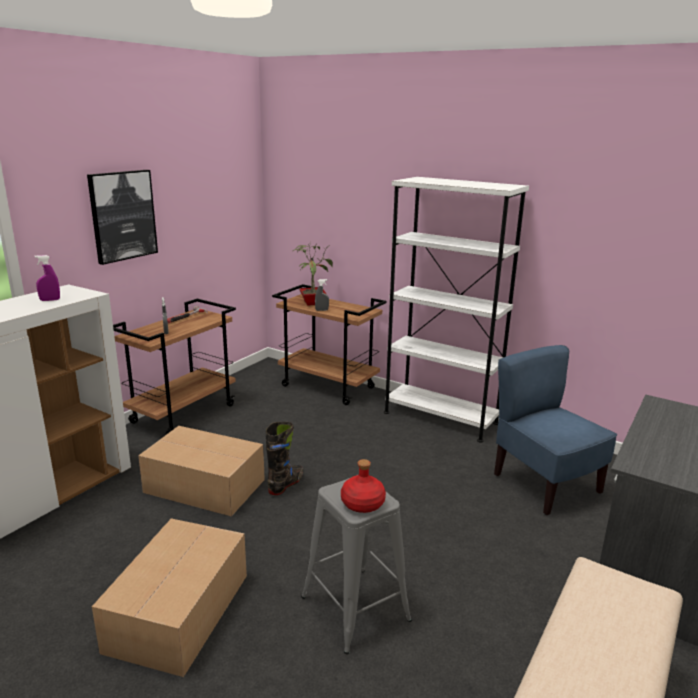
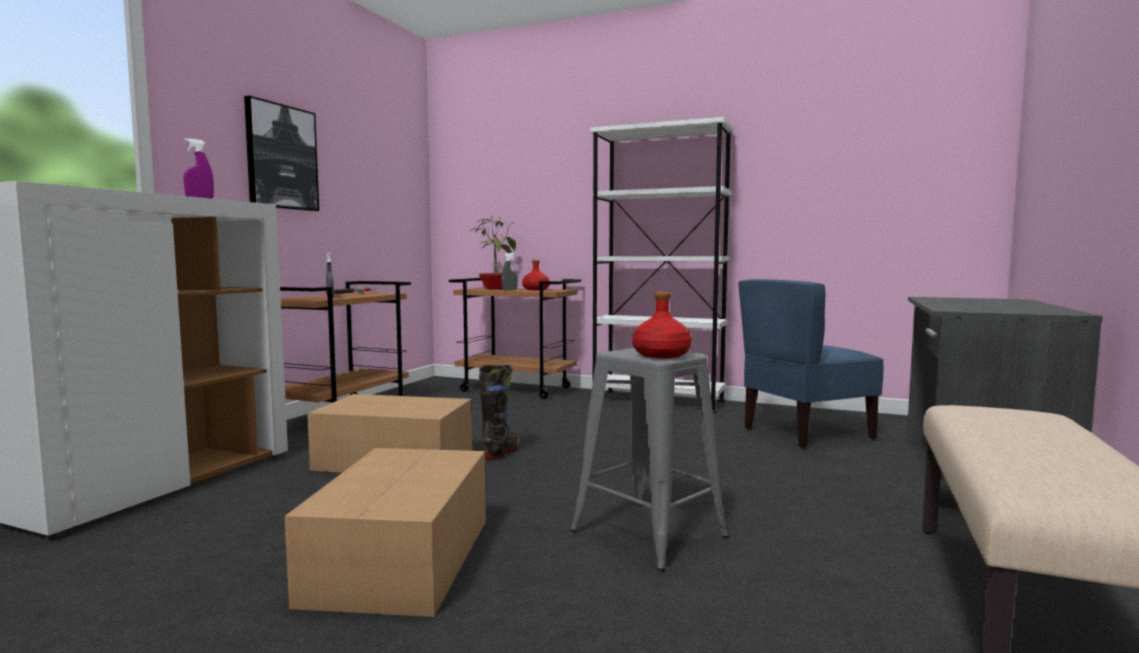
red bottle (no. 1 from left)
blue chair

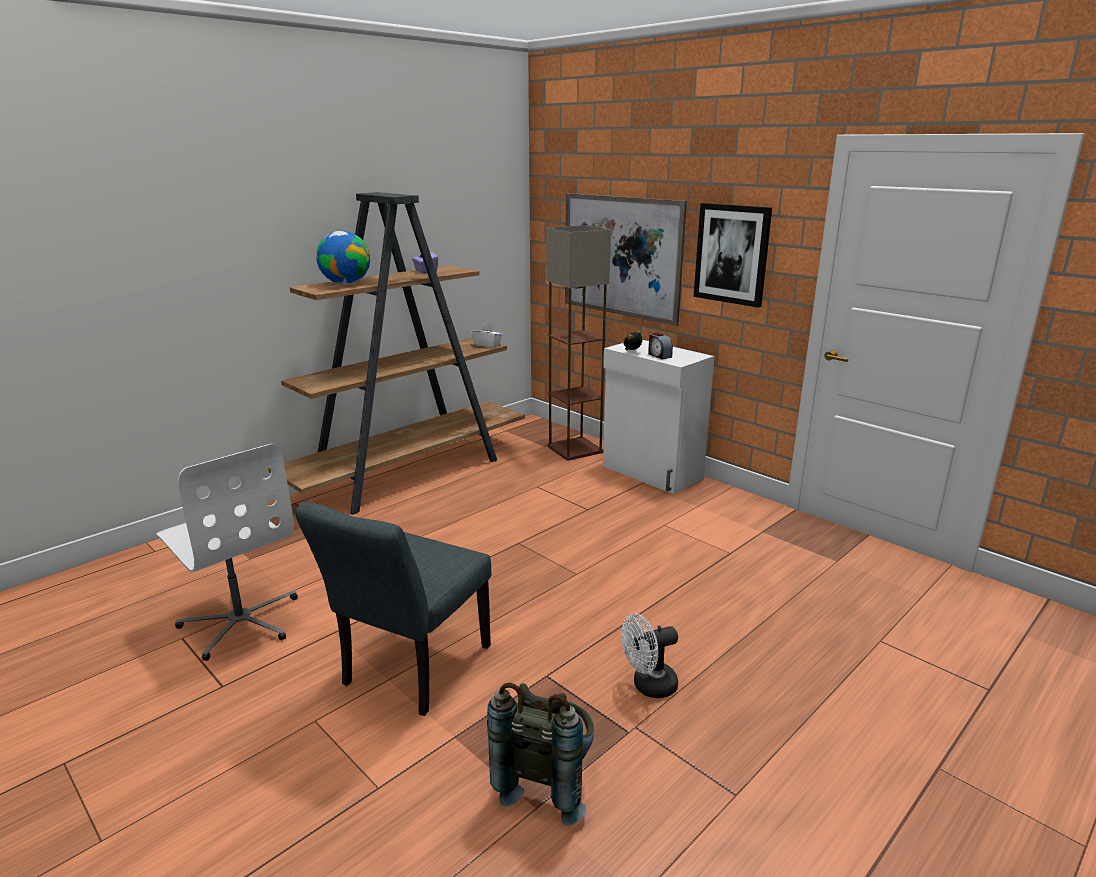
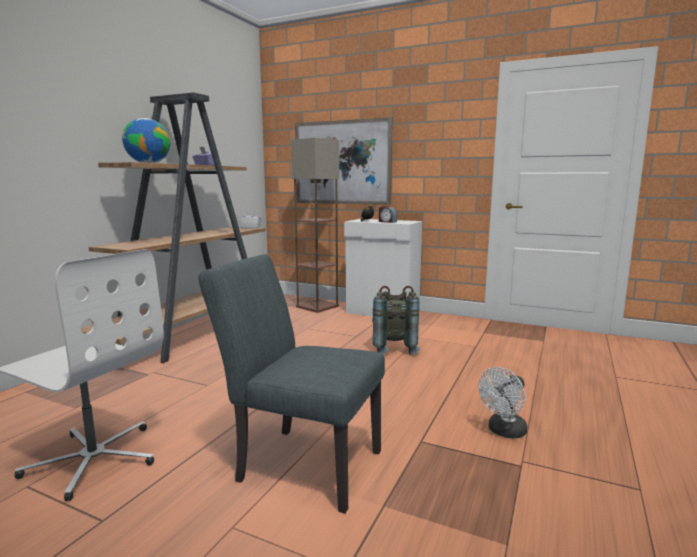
picture (no. 2 from left in the first image)
grey backpack
grey chair

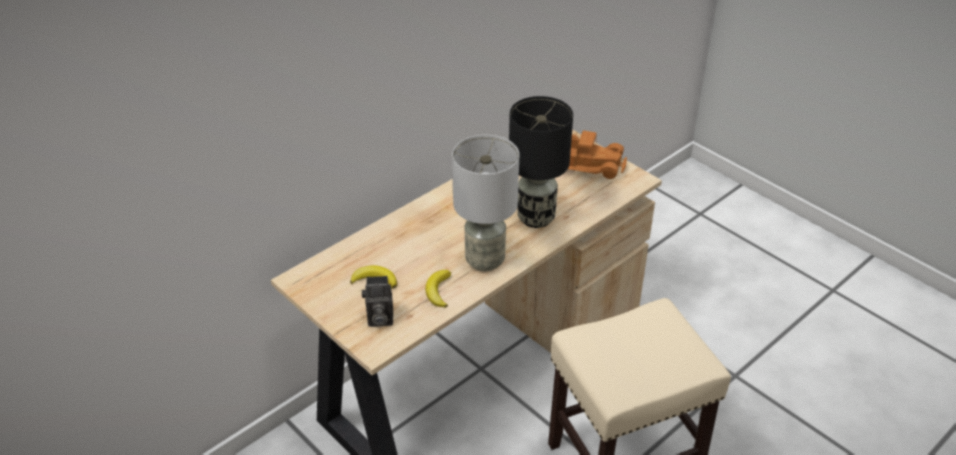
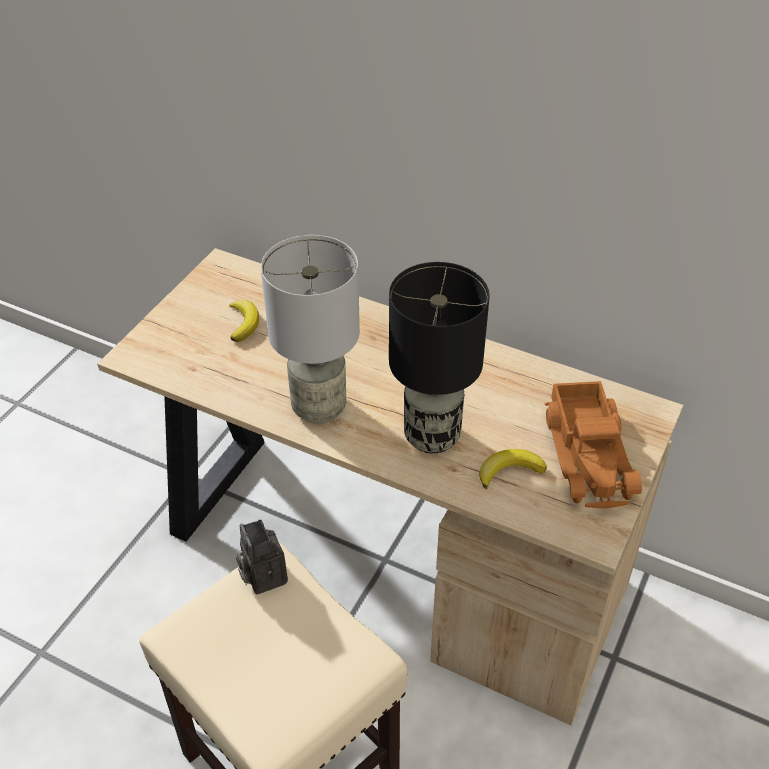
photo camera
banana (no. 2 from left)

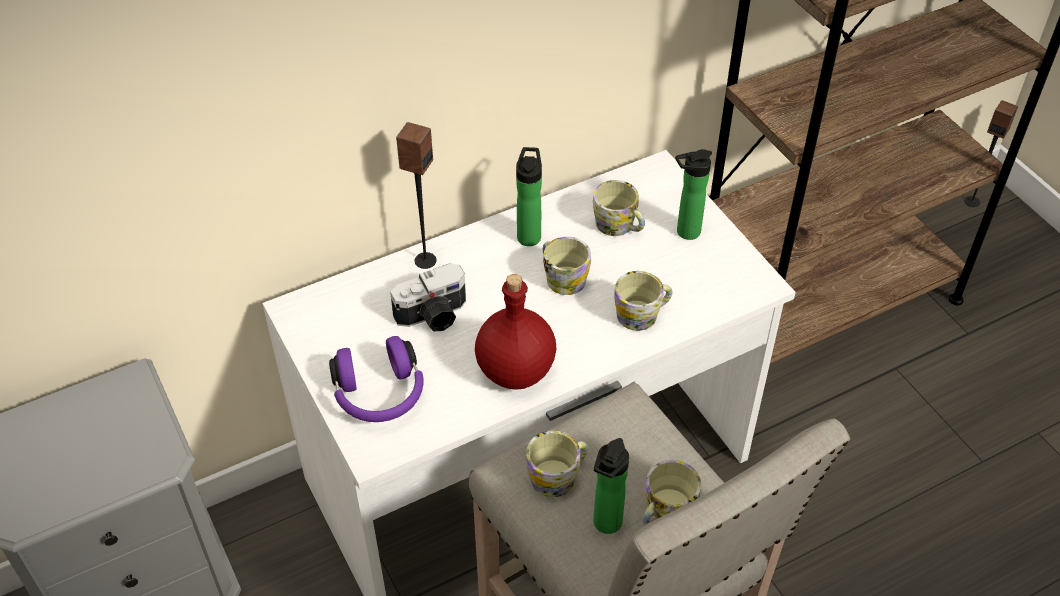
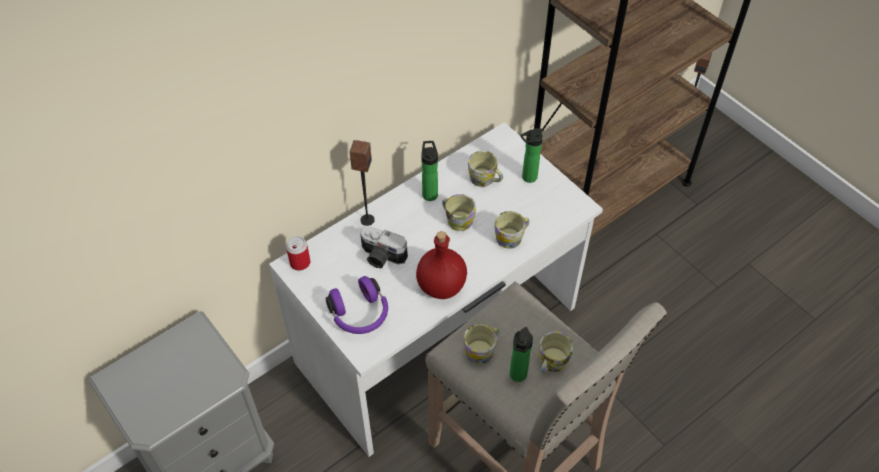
can
photo camera

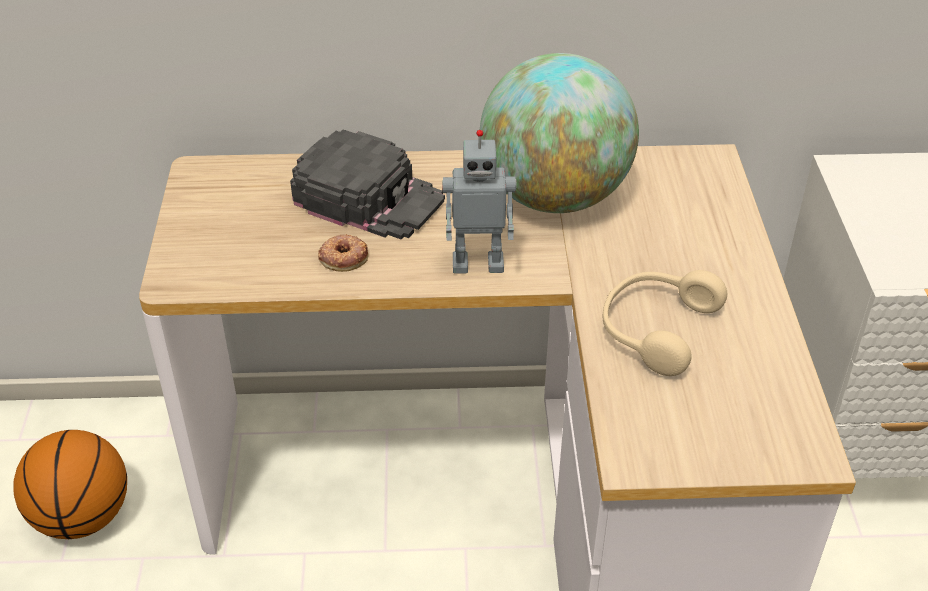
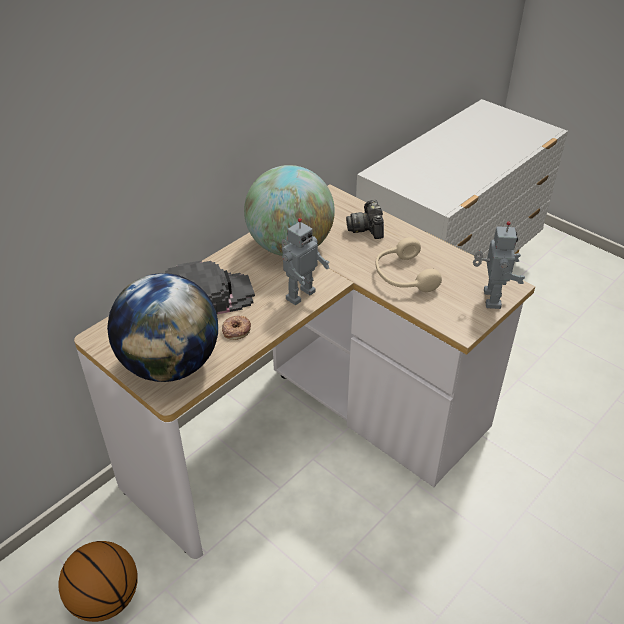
globe (no. 1 from left)
photo camera
toy robot (no. 2 from left)

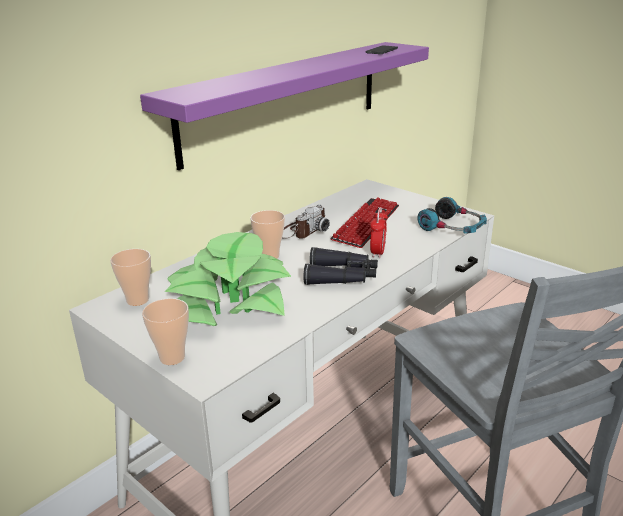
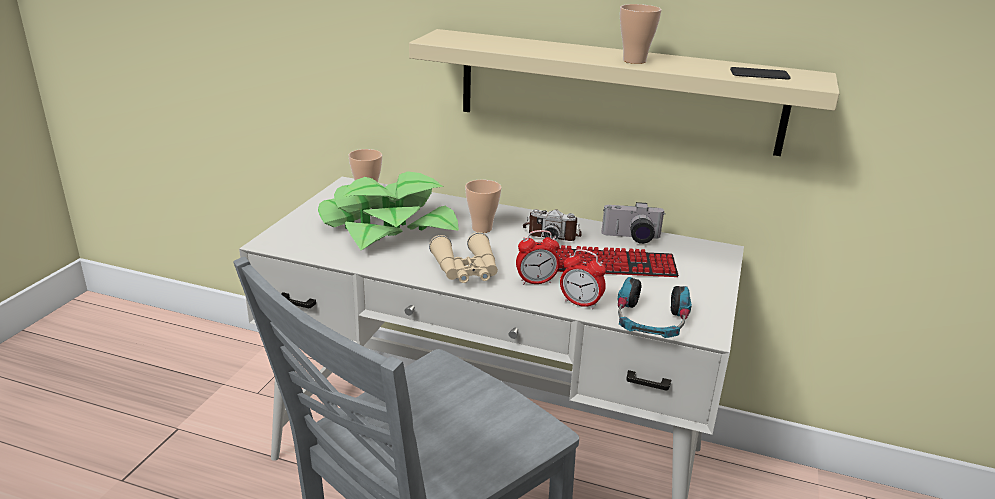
alarm clock (no. 2 from left)
photo camera (no. 2 from left)
cup (no. 3 from left)
beige shelf
beige binoculars

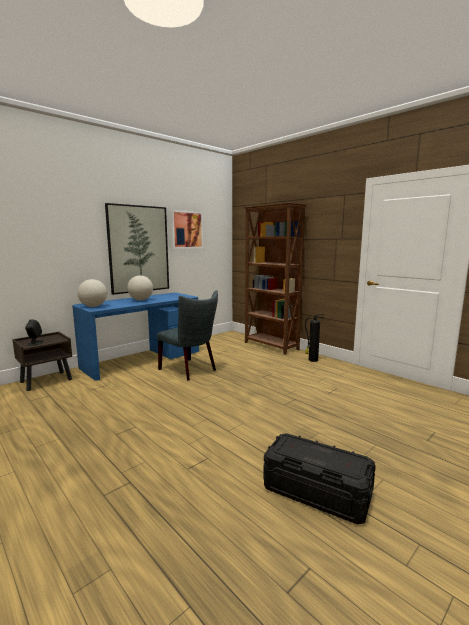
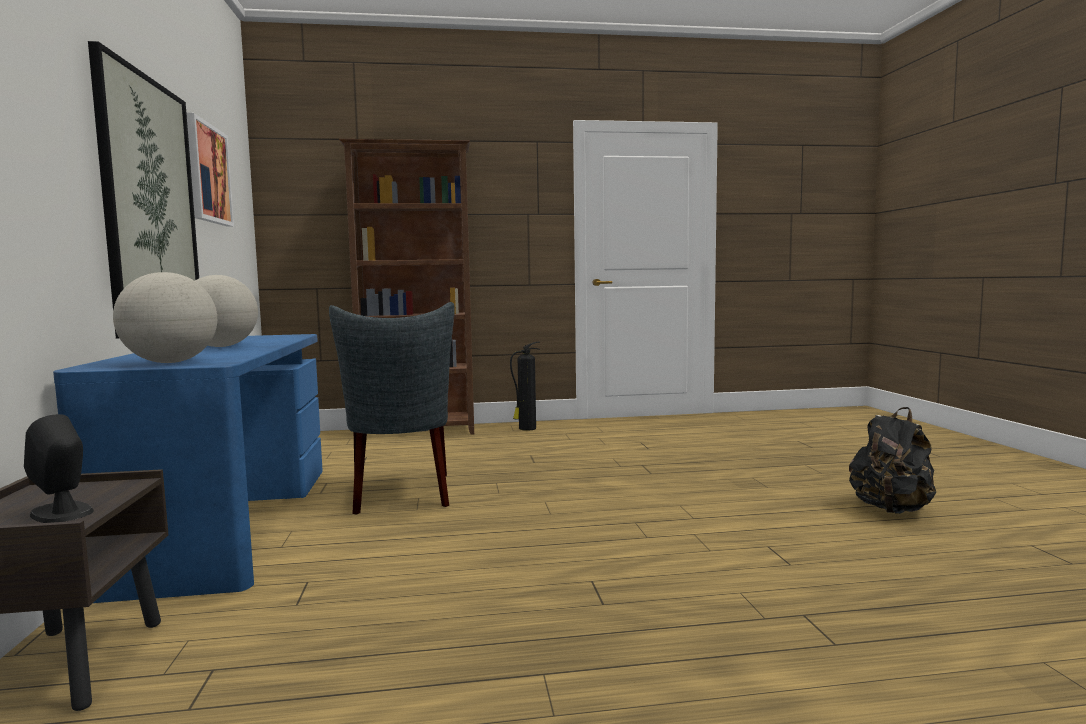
black backpack
grey chair

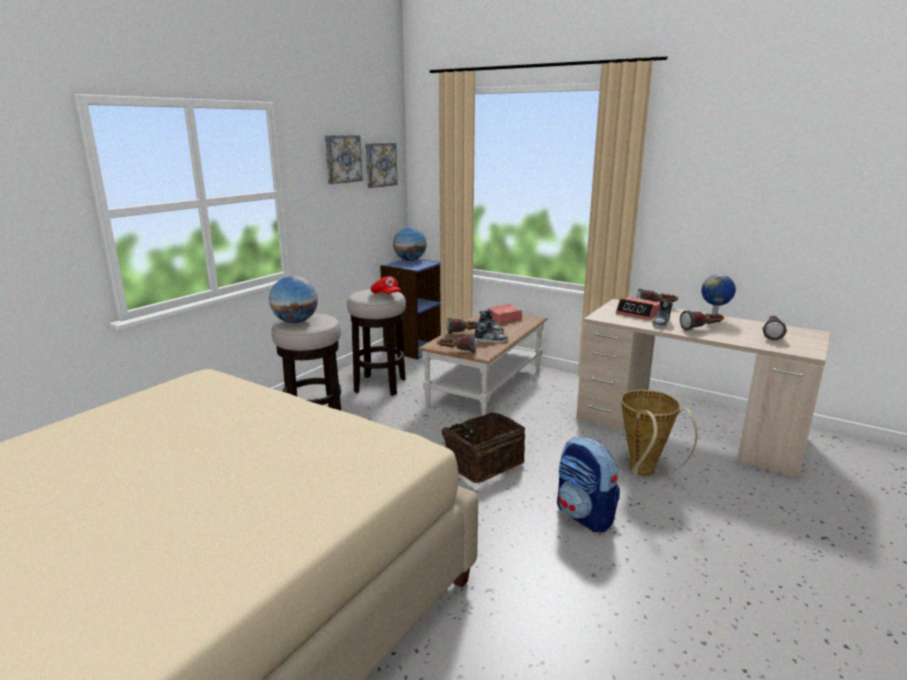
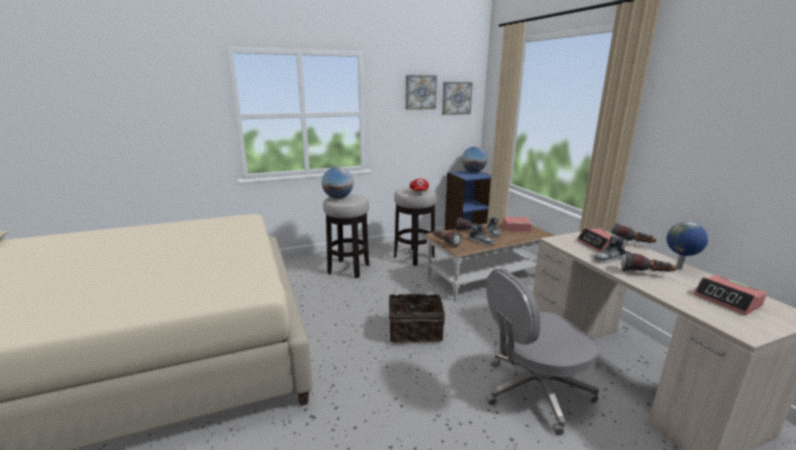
backpack
grey office chair
alarm clock (no. 3 from left)

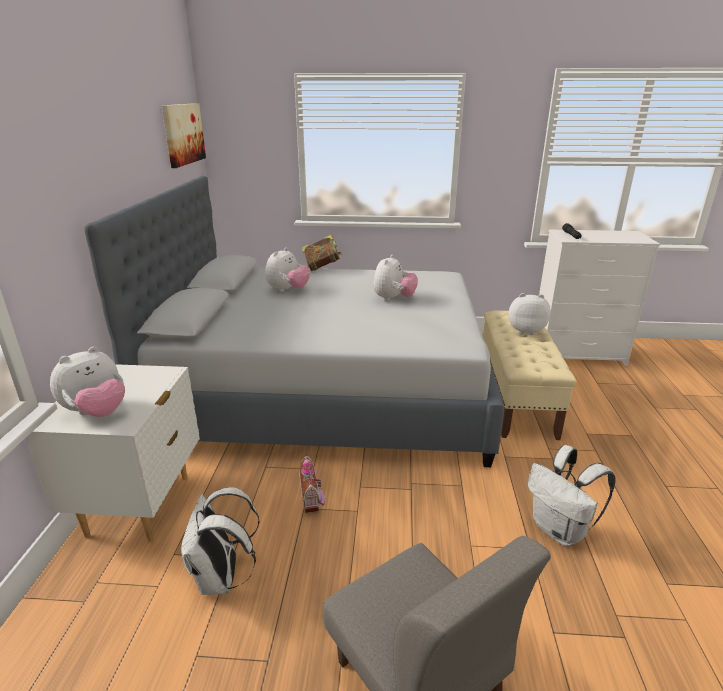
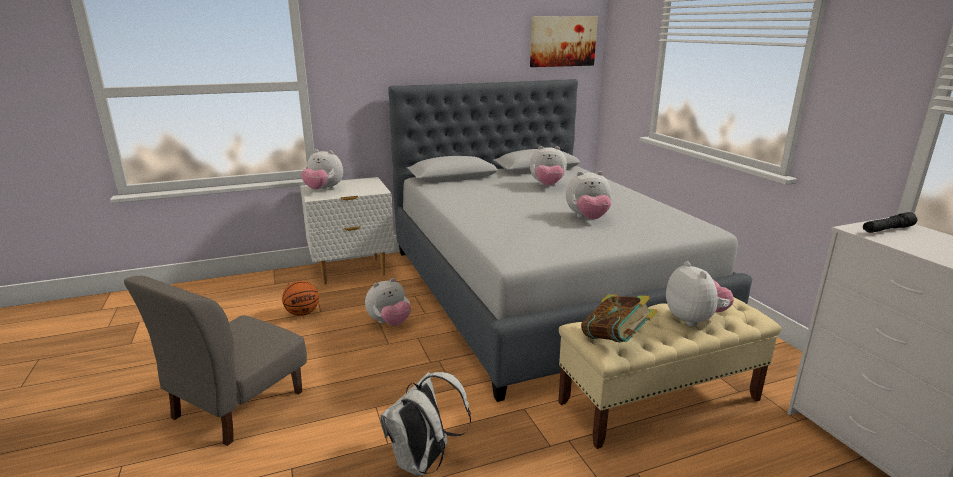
book
basketball
plush toy (no. 2 from left)

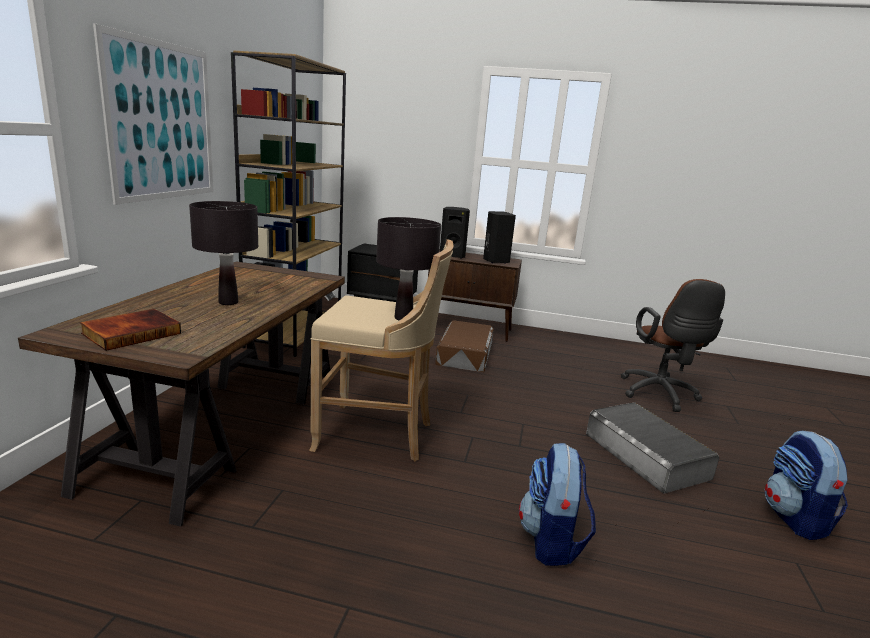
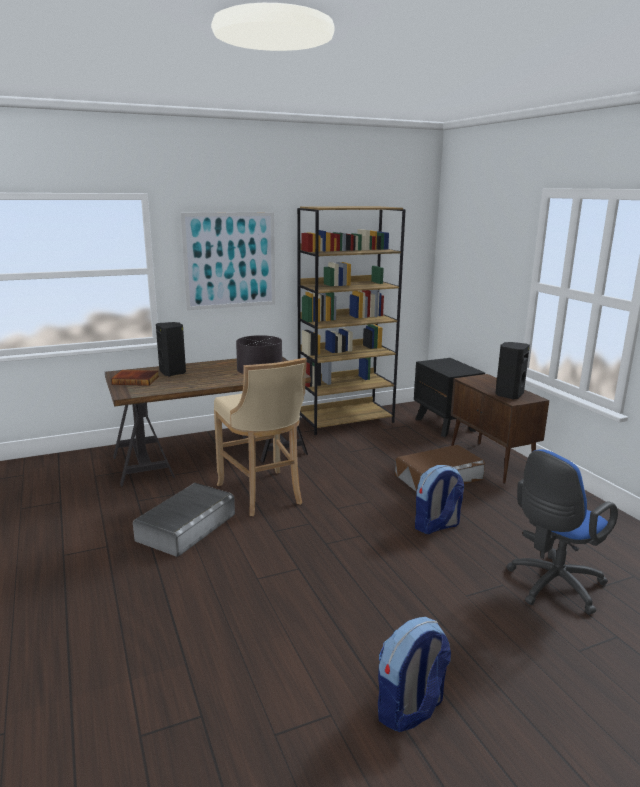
black table lamp (no. 1 from left in the first image)
black speaker (no. 1 from left)
backpack (no. 2 from left)
grey storage box
blue office chair

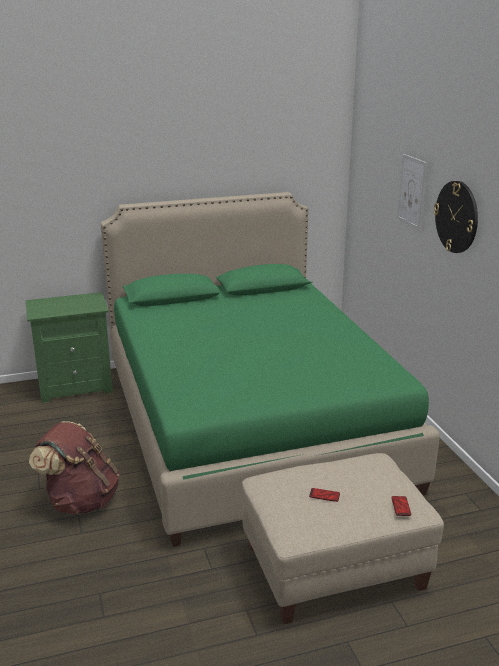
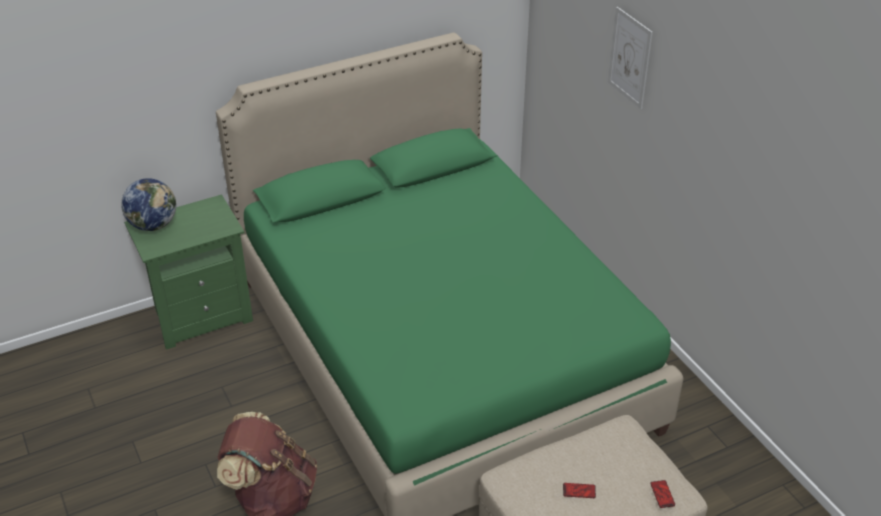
wall clock
globe

